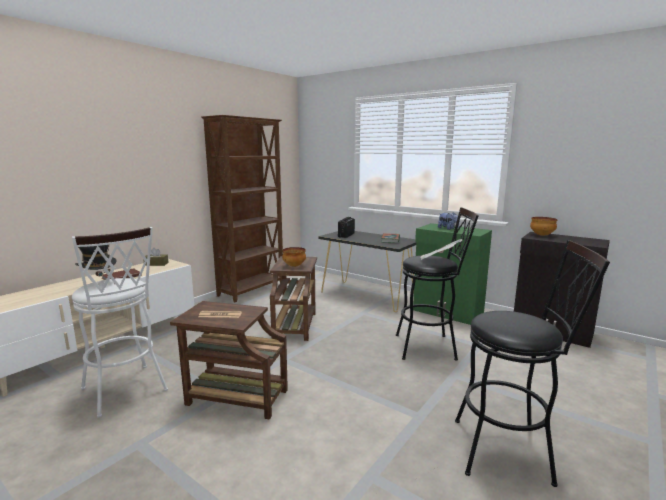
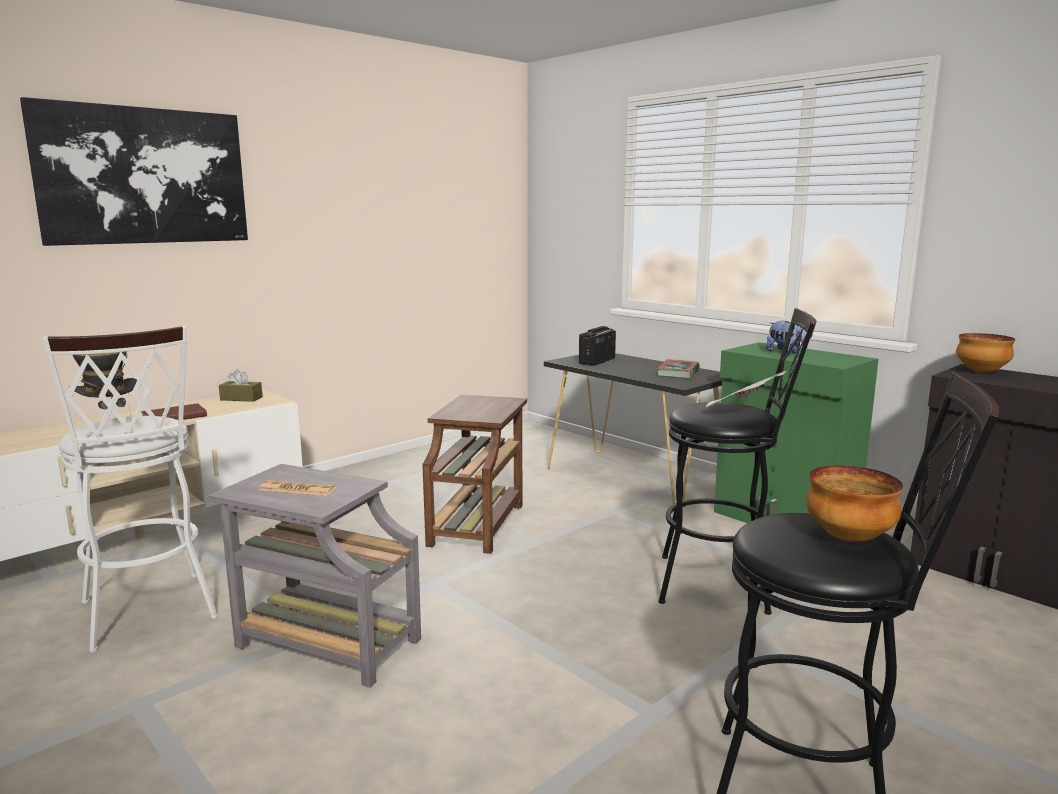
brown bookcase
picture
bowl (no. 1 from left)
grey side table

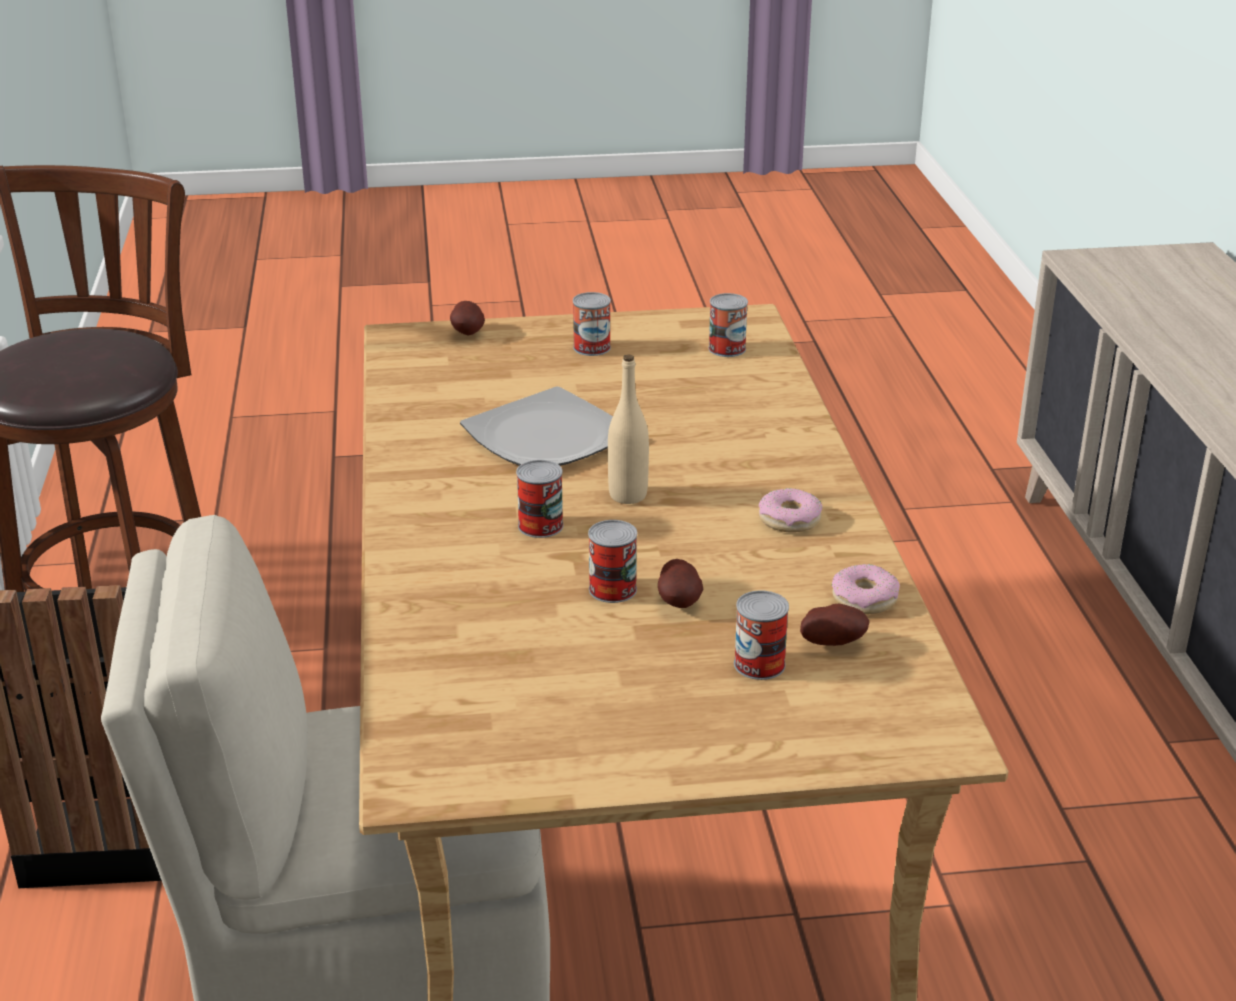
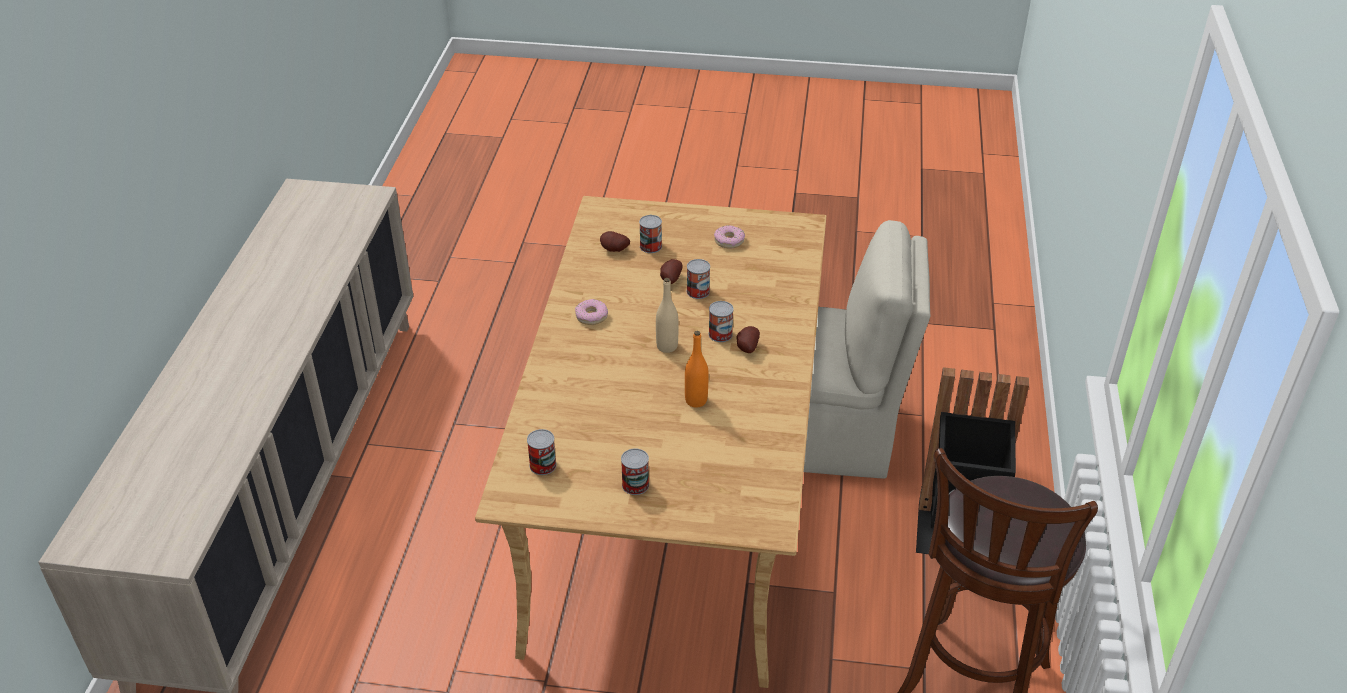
potato (no. 3 from left)
donut (no. 2 from left)
orange bottle

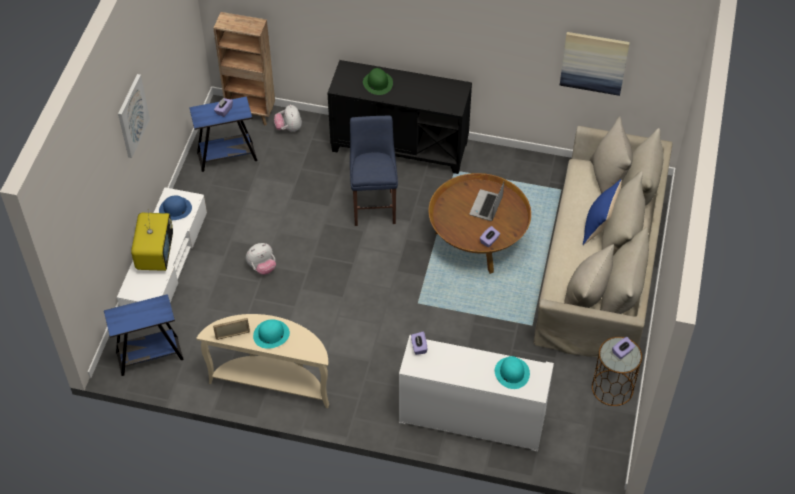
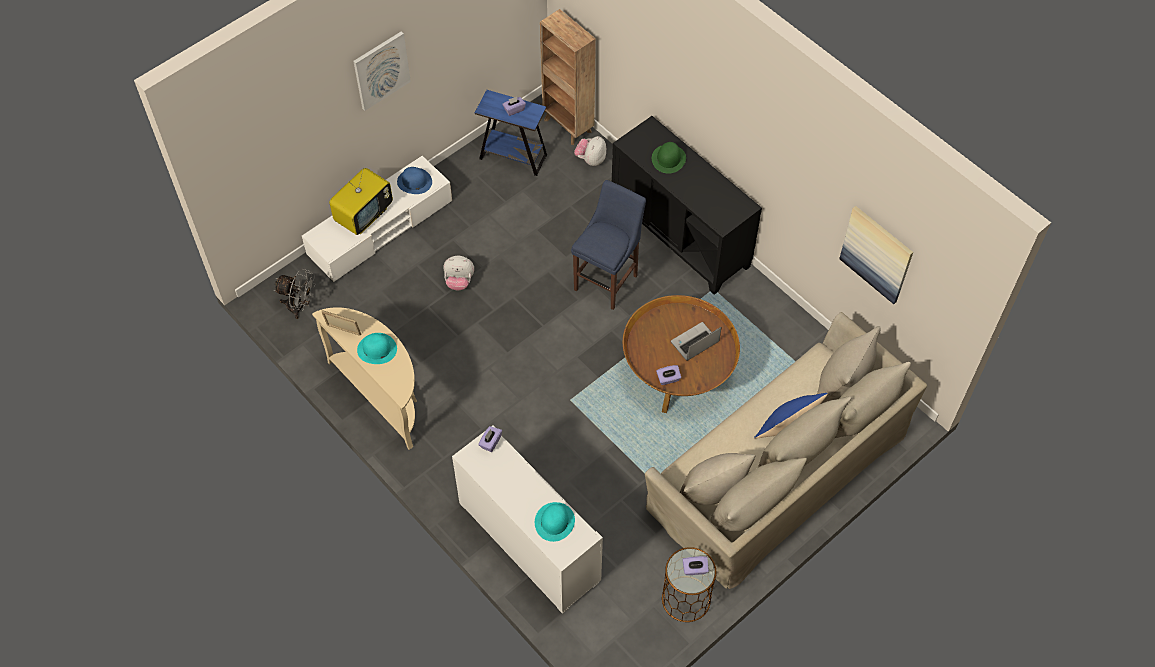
grey fan

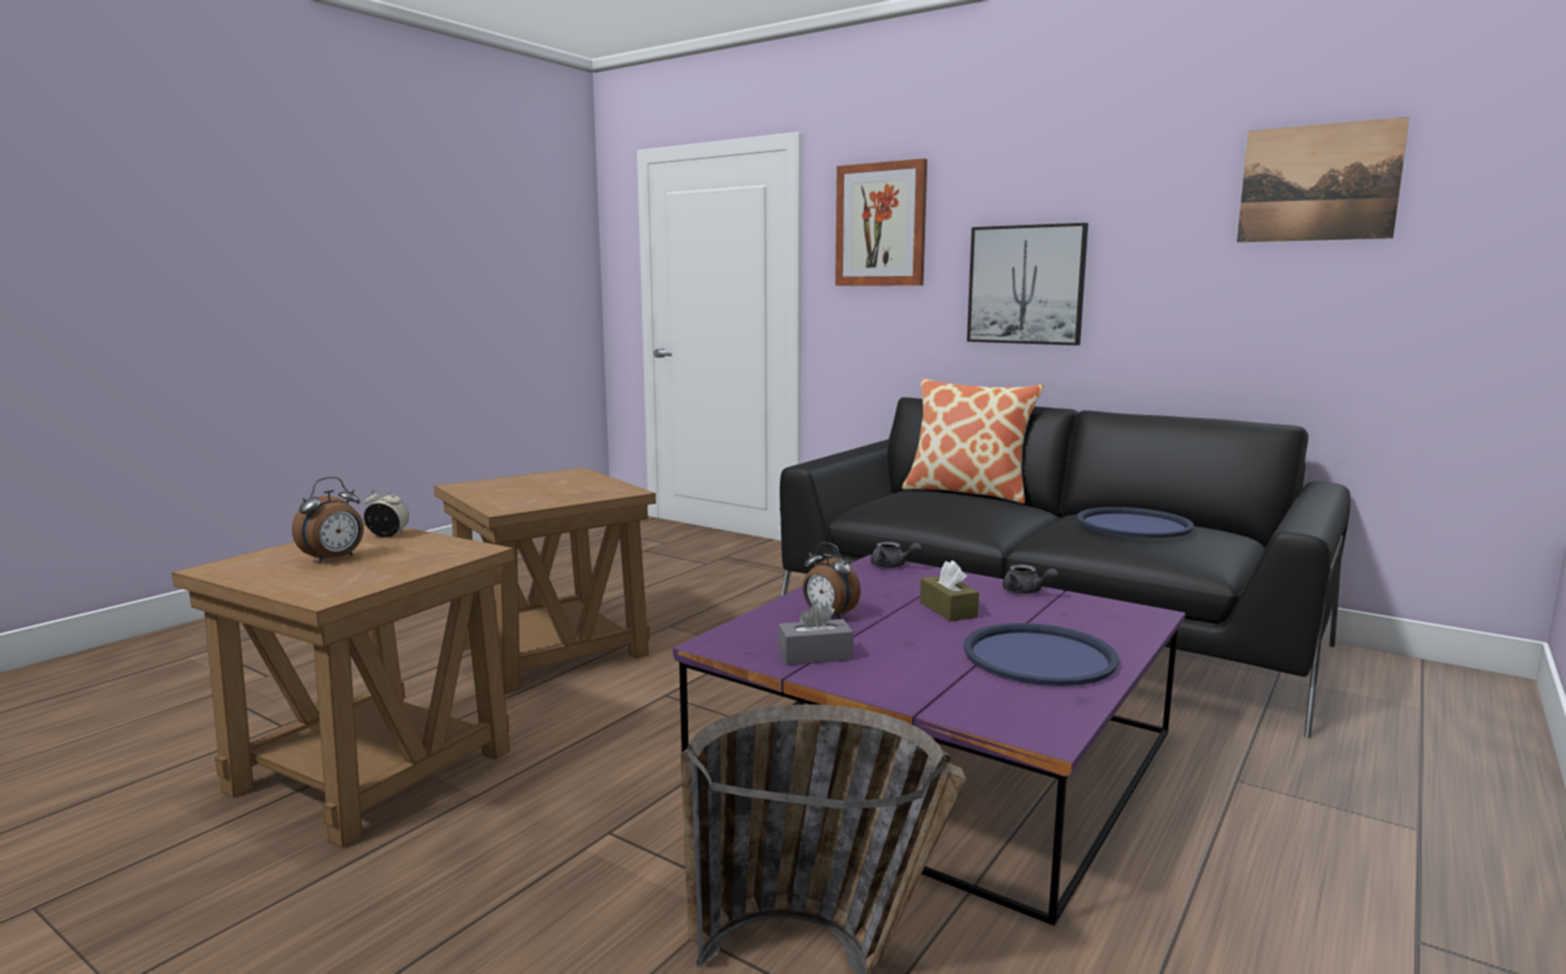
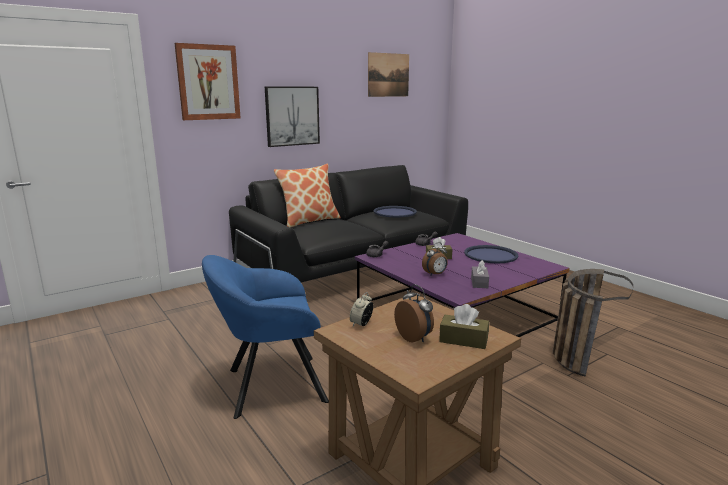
brown tissue box (no. 2 from left)
blue armchair

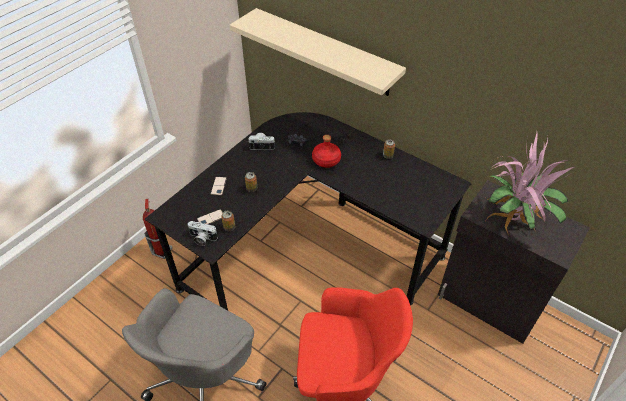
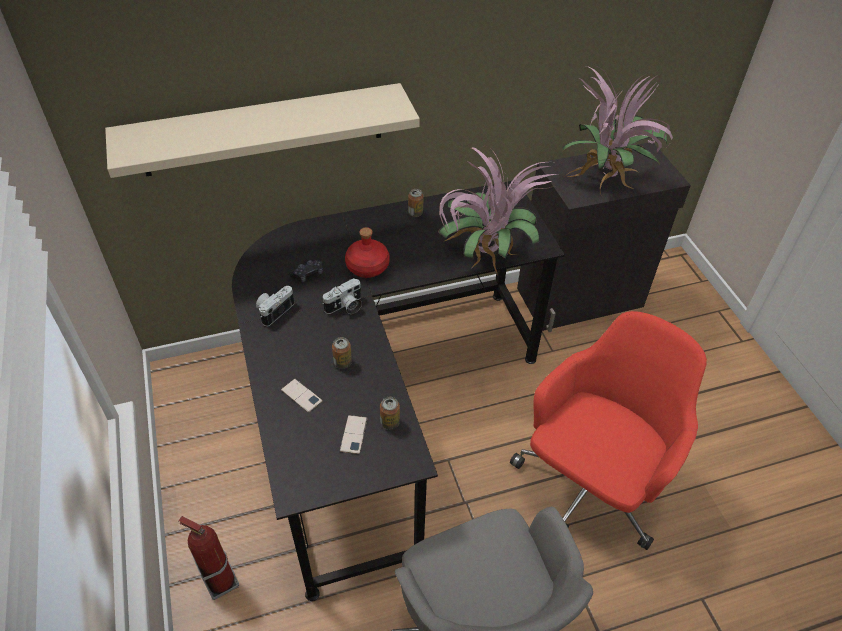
potted plant (no. 1 from left)
photo camera (no. 2 from left)

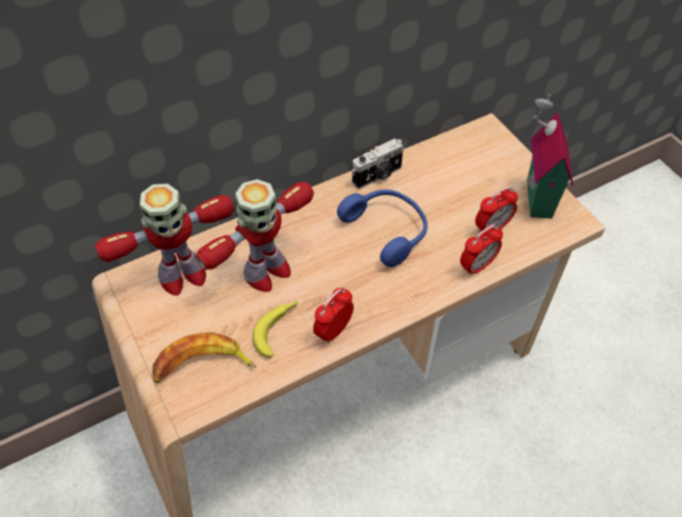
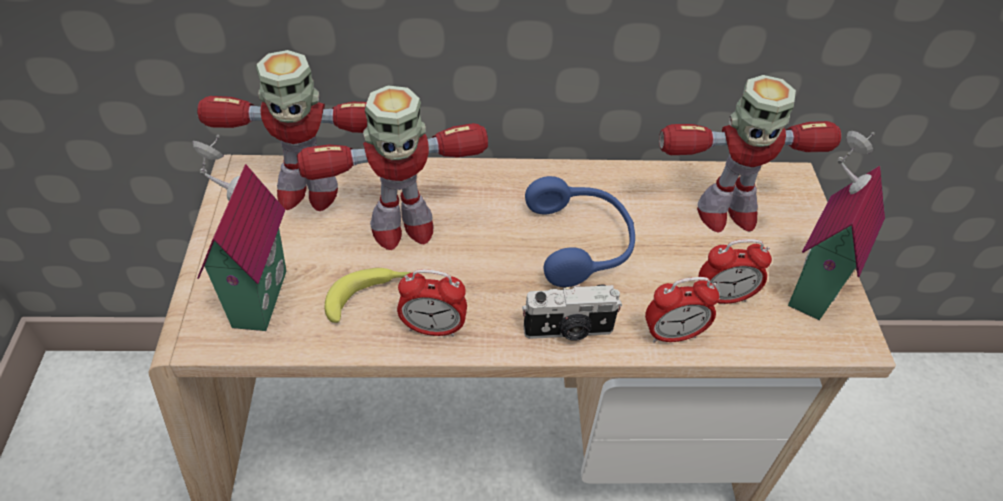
toy robot (no. 3 from left)
photo camera
toy house (no. 1 from left)
alarm clock (no. 1 from left)

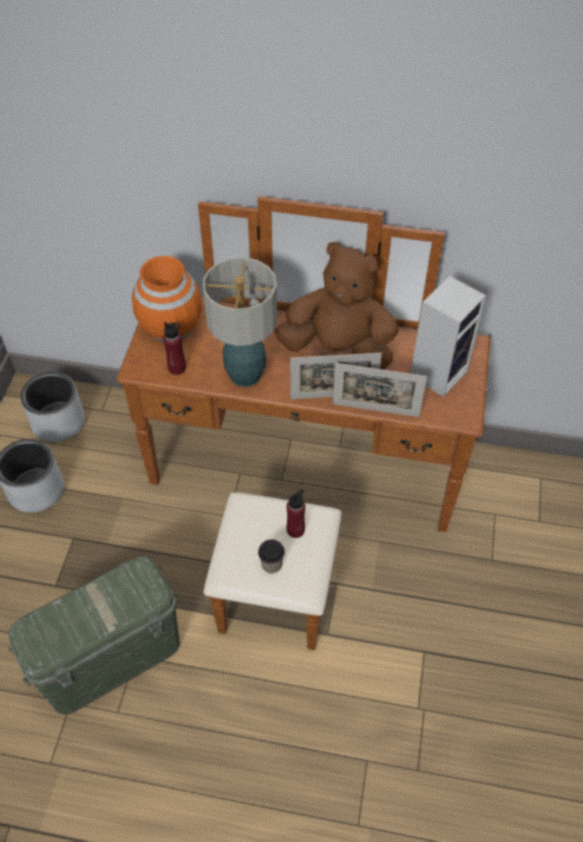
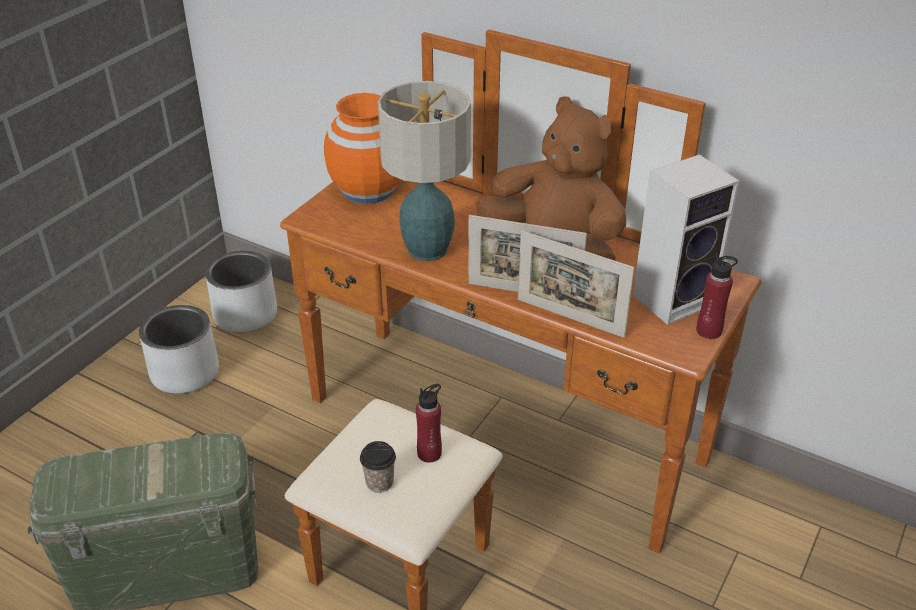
red bottle (no. 2 from left)

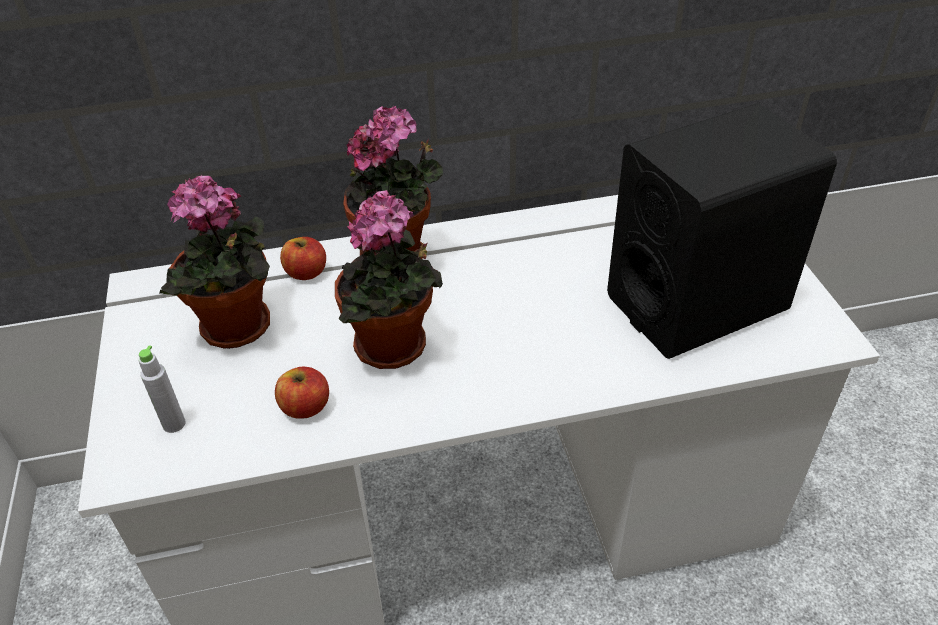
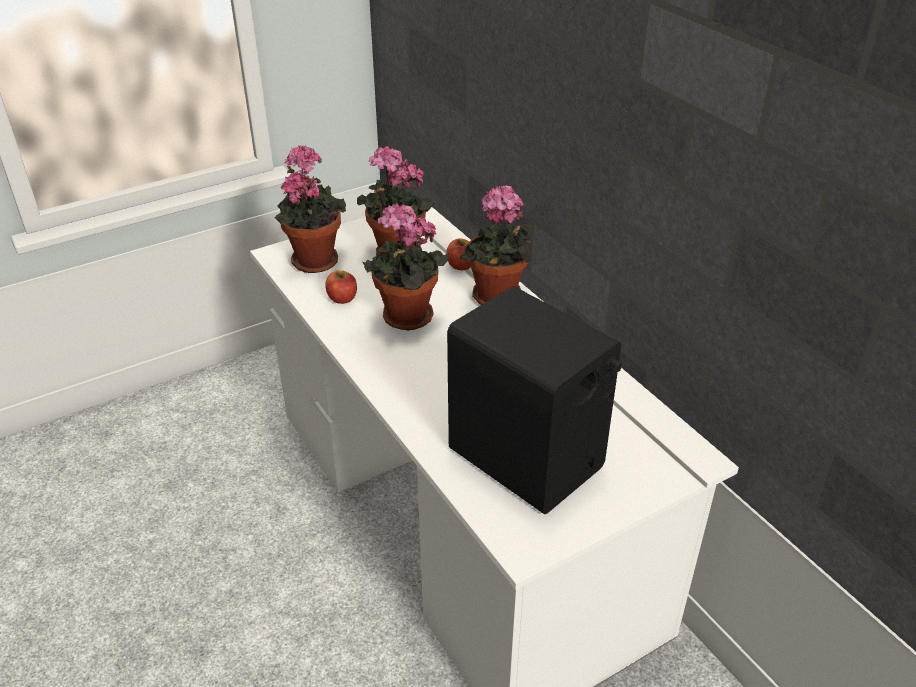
potted plant (no. 1 from left)

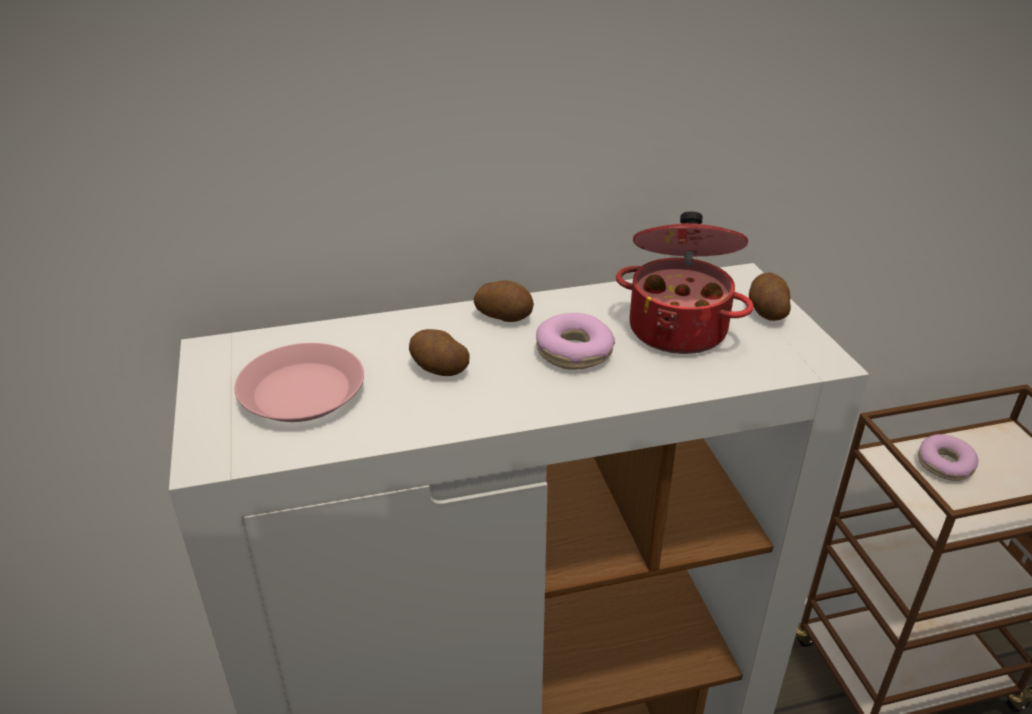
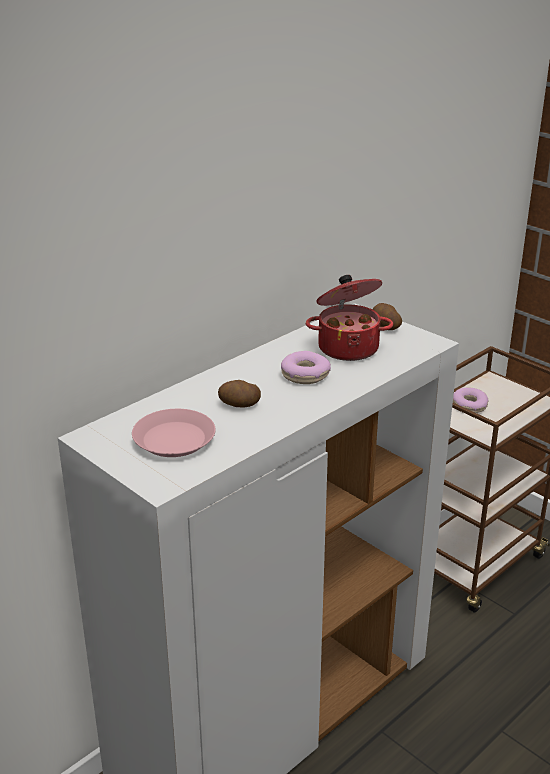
potato (no. 2 from left in the first image)

